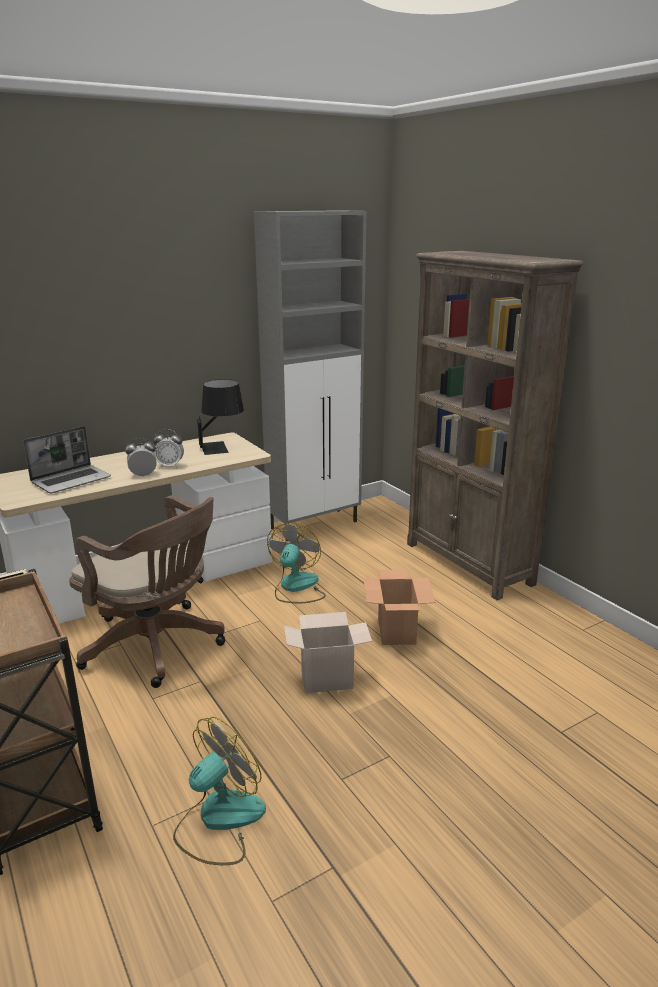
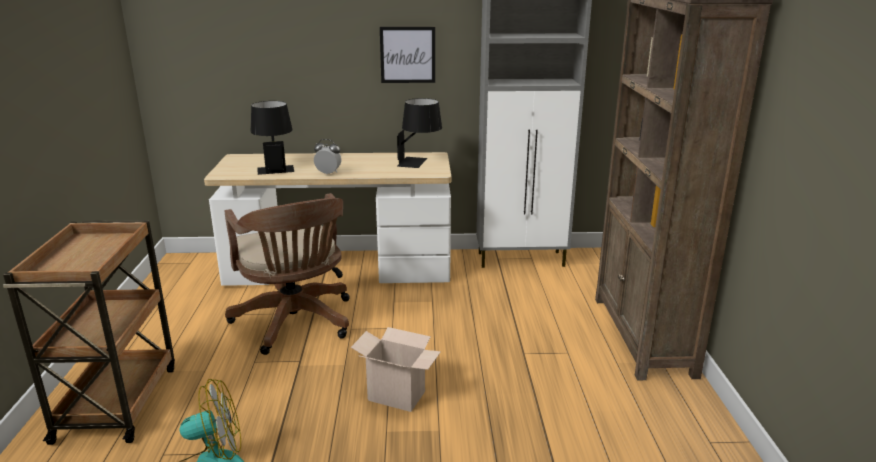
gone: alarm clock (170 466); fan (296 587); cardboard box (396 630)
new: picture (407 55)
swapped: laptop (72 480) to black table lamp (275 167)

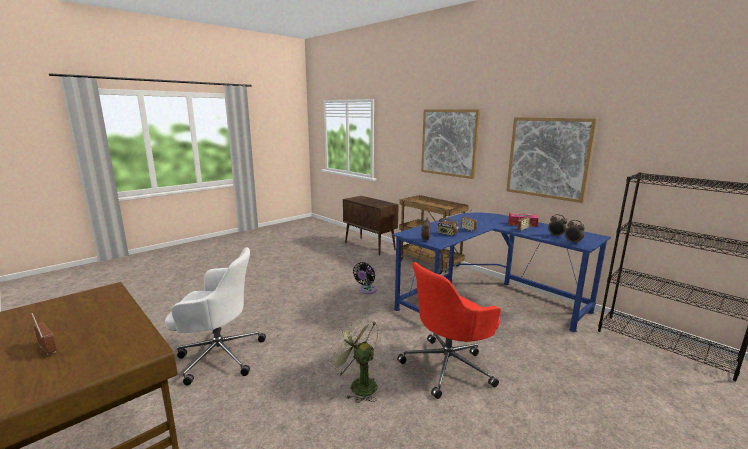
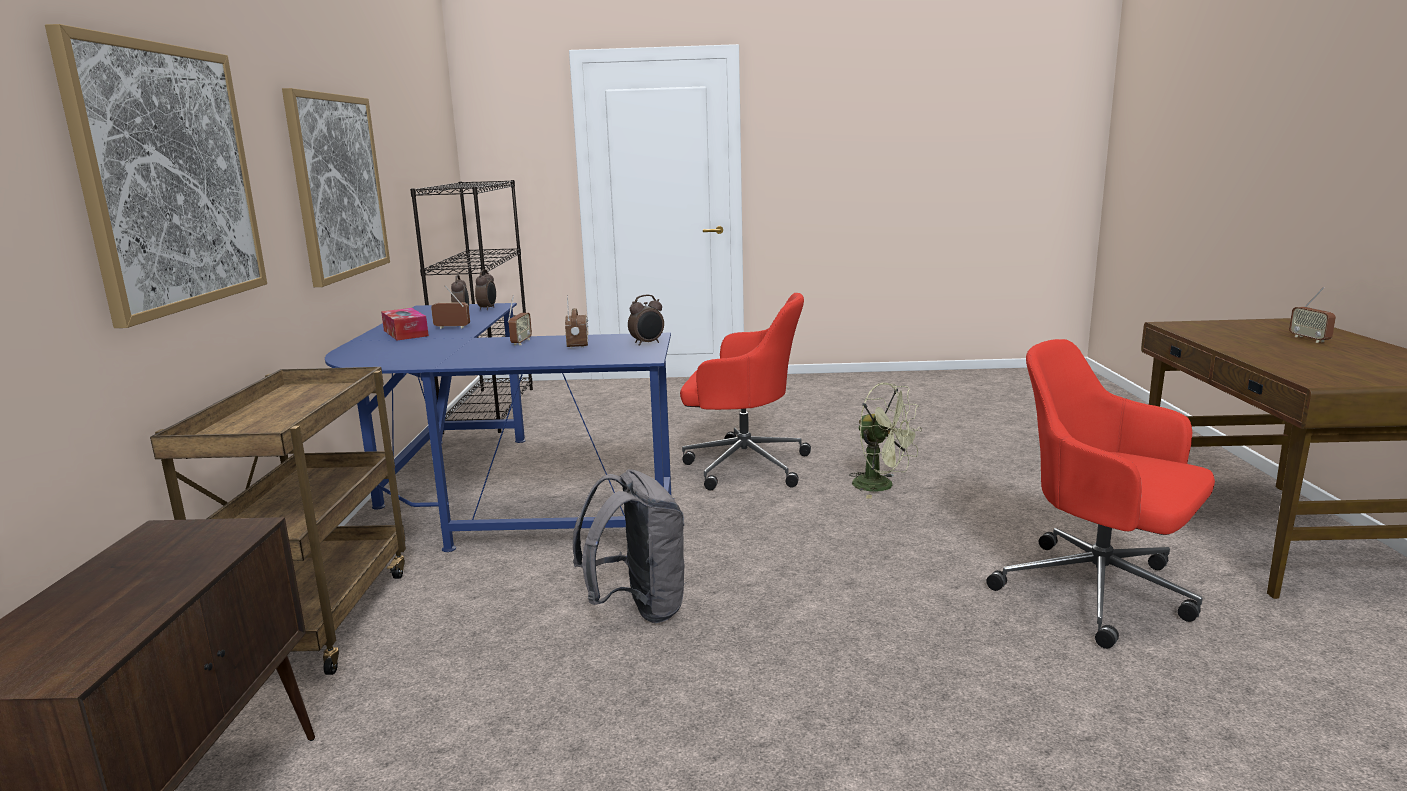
swapped: black fan (366 291) to grey backpack (638 608)
repainted: white office chair (218 355) to red office chair (1099 592)
rotated: green fan (358 385) = (882 486) 45 degrees counterclockwise

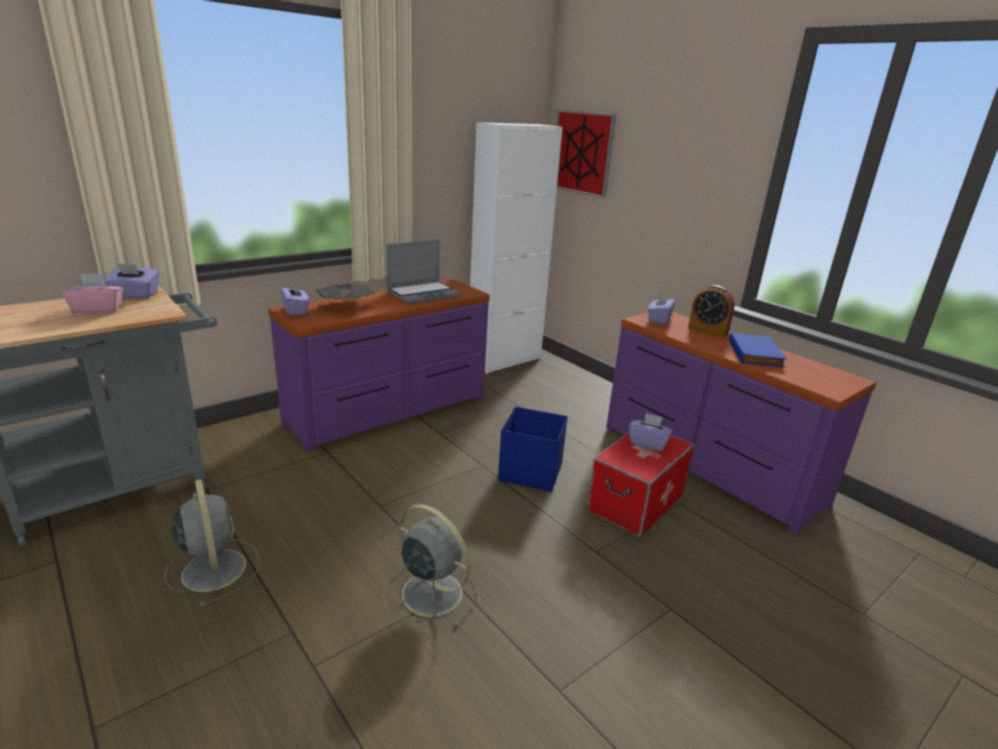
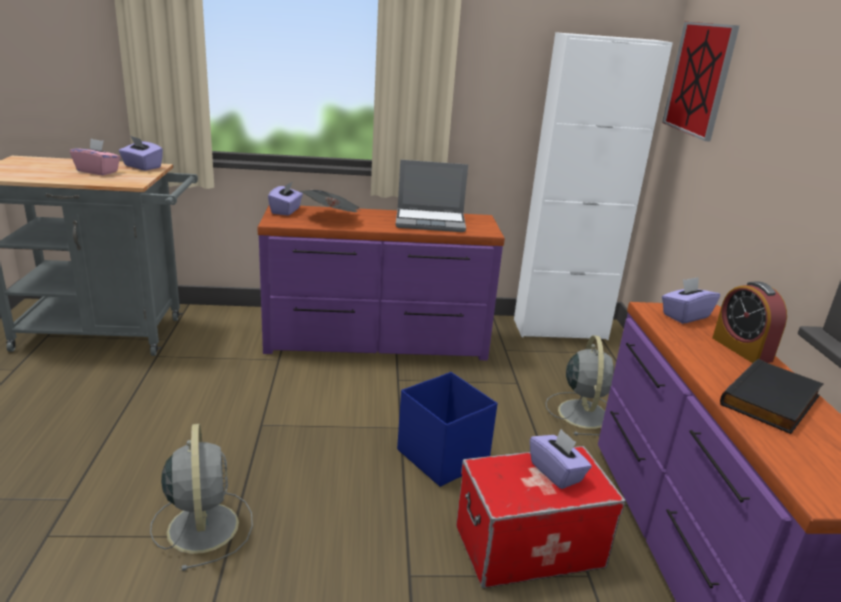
shifted: grey fan (213 568) to (582 412)
repainted: blue book (756 354) to black book (772 401)

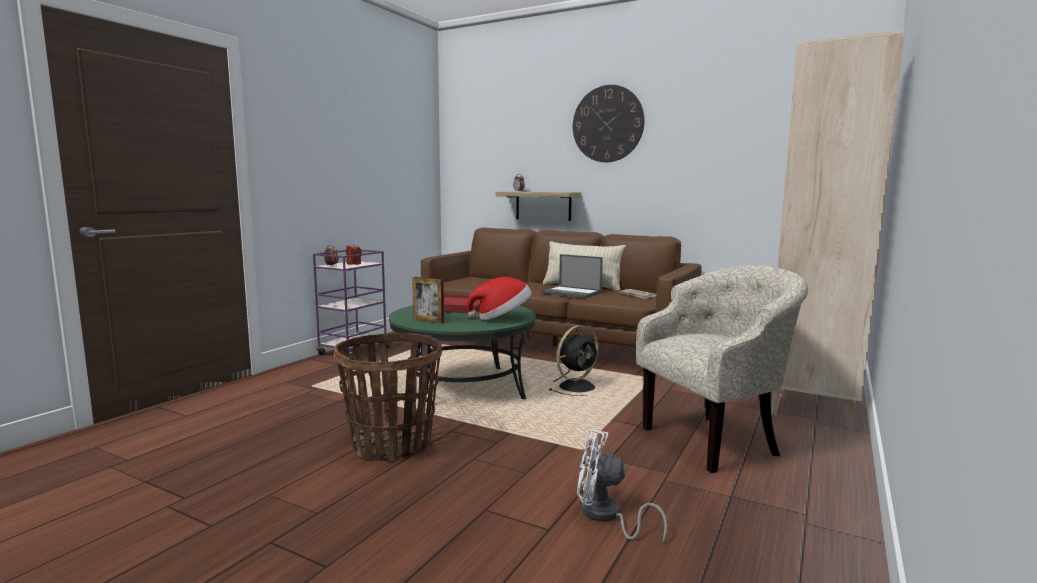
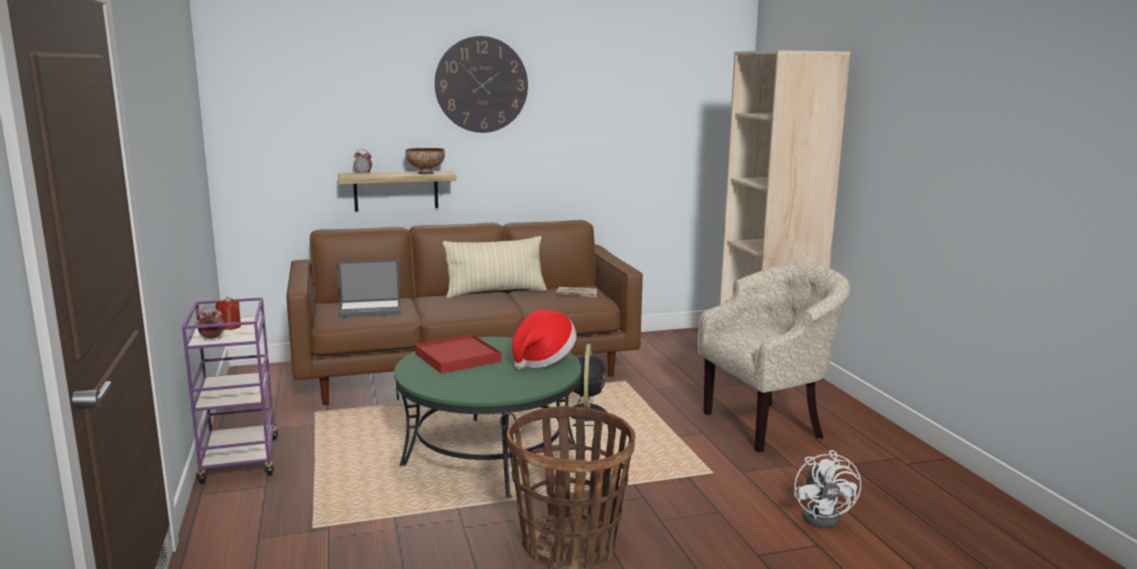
gone: picture frame (428 321)
new: bowl (425 173)
shifted: laptop (572 293) to (371 309)
rotated: beige armchair (715 440) = (768 424) 45 degrees clockwise; white fan (606 516) = (825 516) 60 degrees counterclockwise

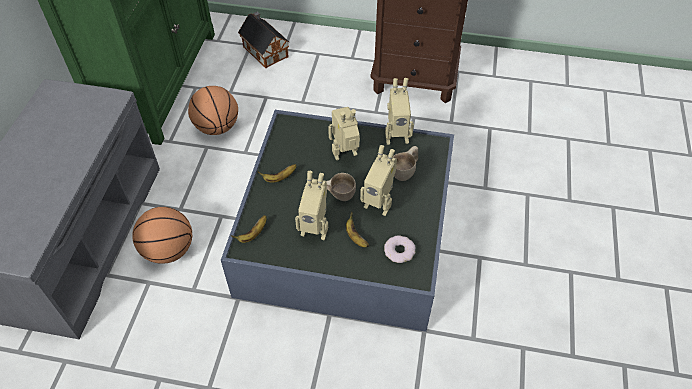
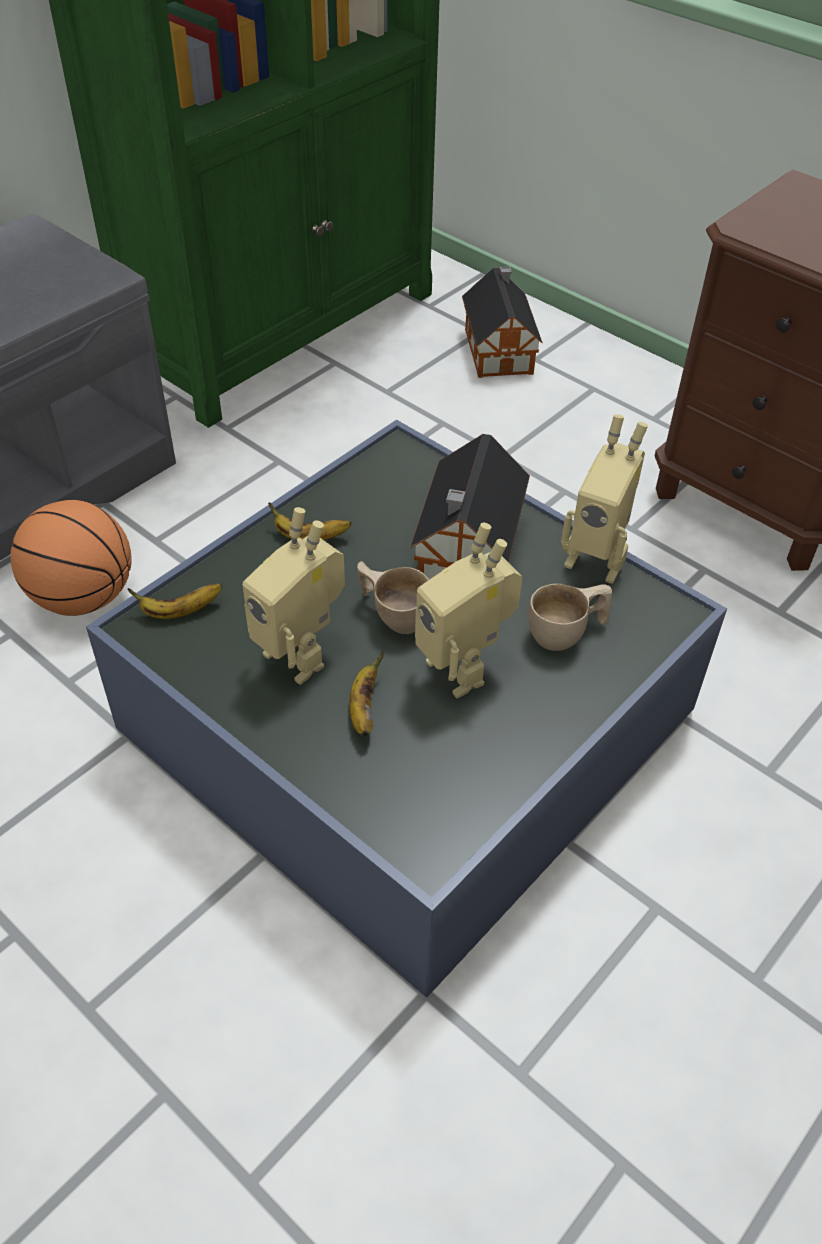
gone: basketball (217 127); donut (399 251)
swapped: toy robot (346 156) to toy house (466 553)

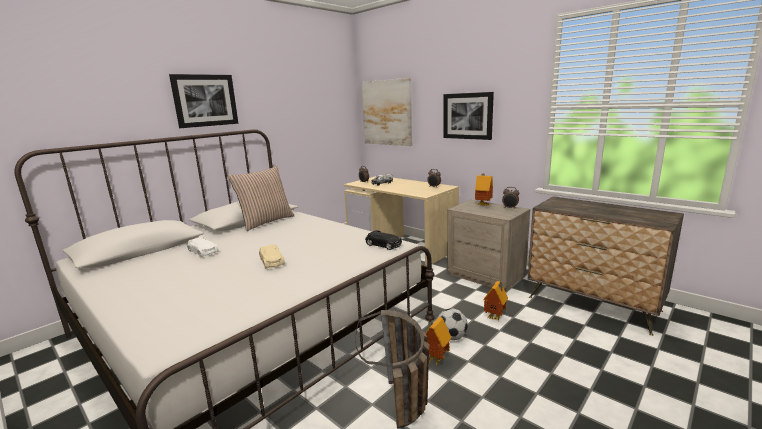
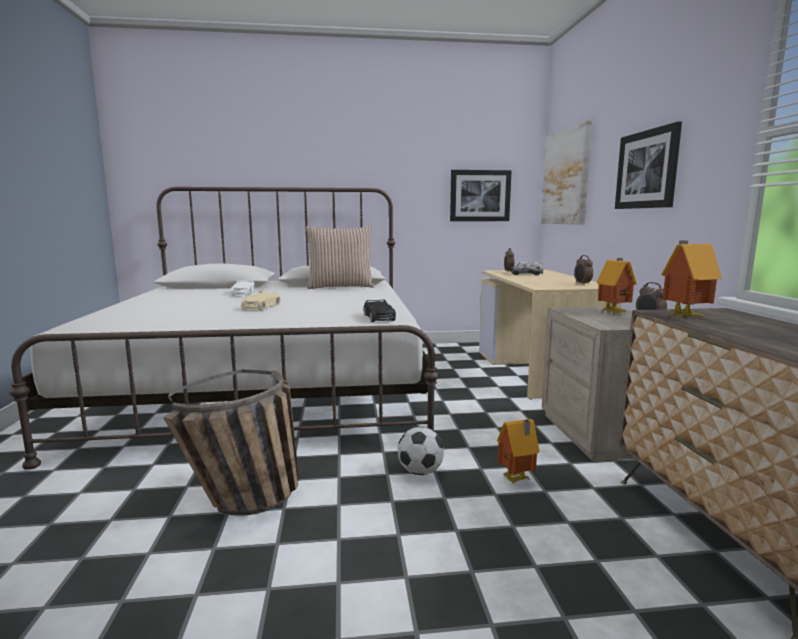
shifted: picture (205 100) to (480 196); toy house (435 359) to (683 317)

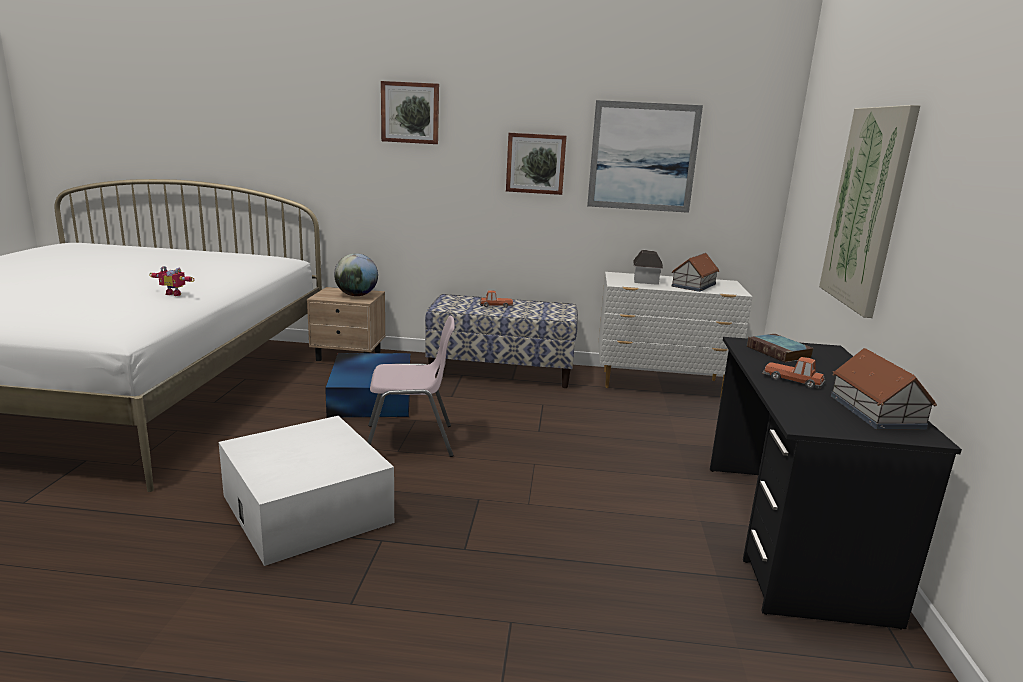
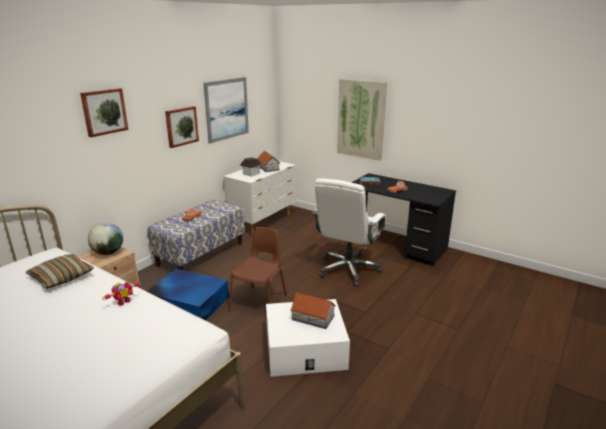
new: white office chair (348 269); pillow (61 277)
shifted: toy house (876 412) to (313 318)
repainted: pink chair (410 441) to brown chair (259 302)

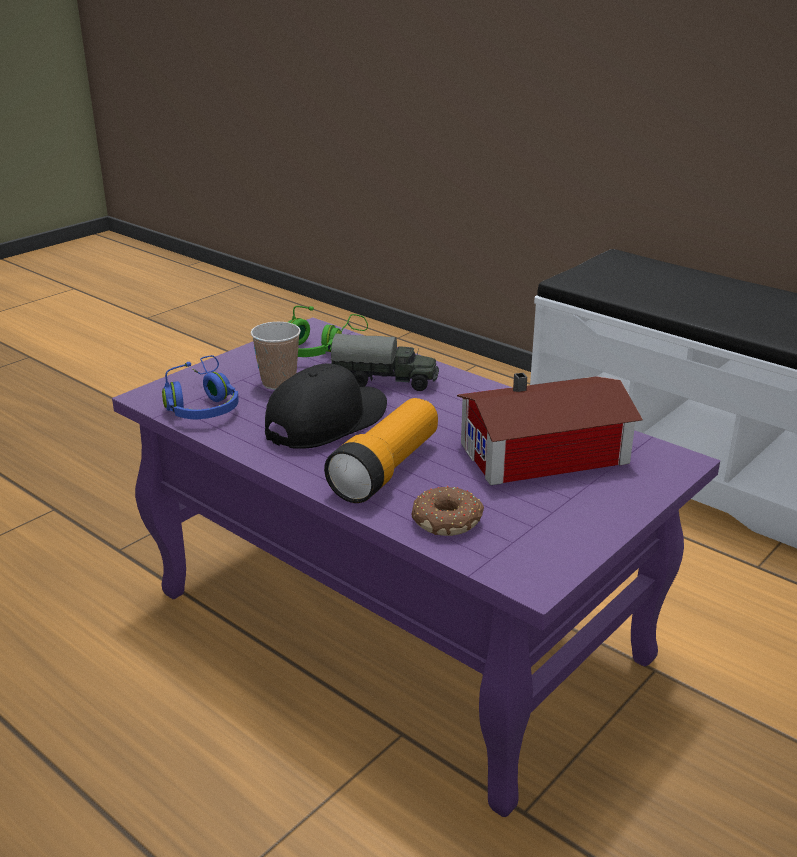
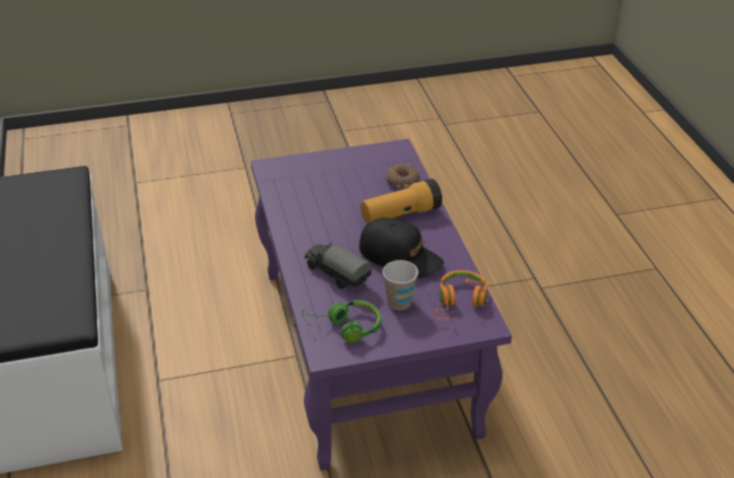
gone: toy house (549 454)
repainted: blue headphones (202 405) to orange headphones (459 302)
rotated: black cap (327 422) = (400 257) 135 degrees counterclockwise

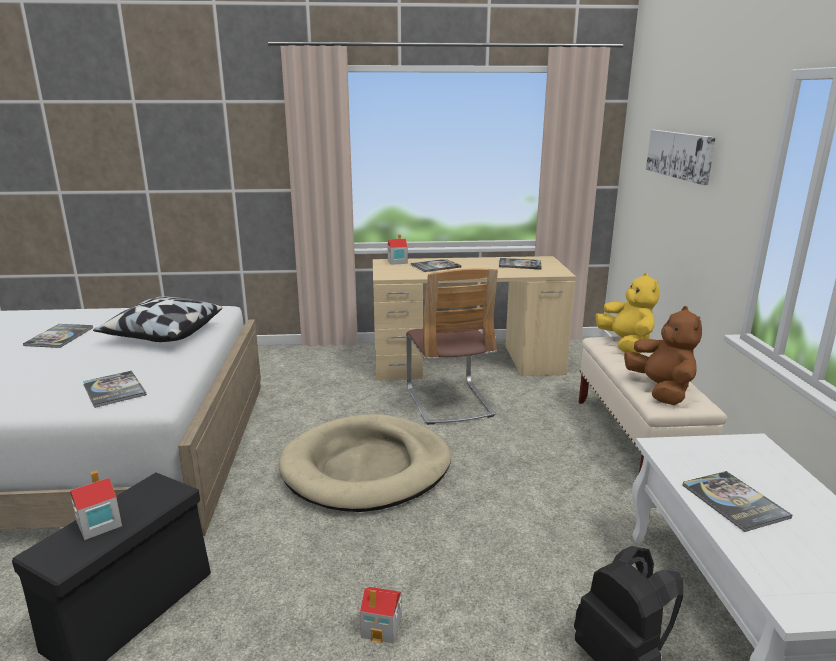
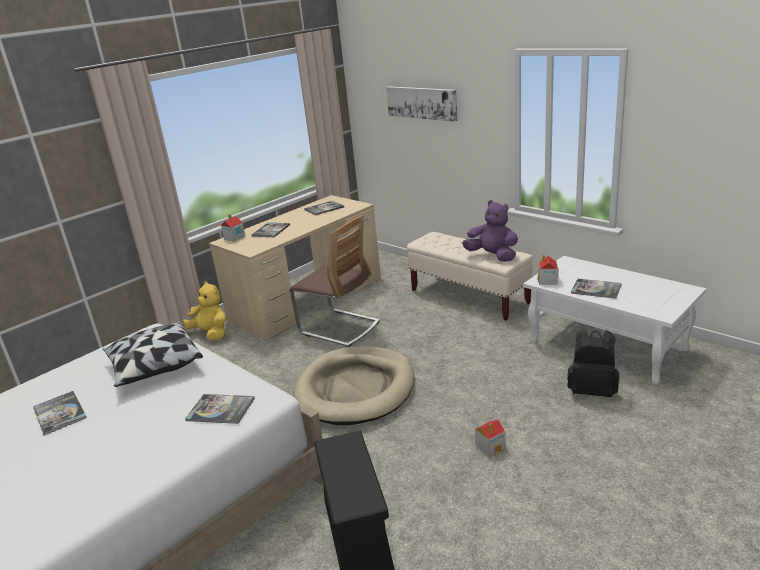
shifted: yellow plush toy (626 345) to (210 333); toy house (98 524) to (547 281)
repainted: brown plush toy (661 391) to purple plush toy (492 256)

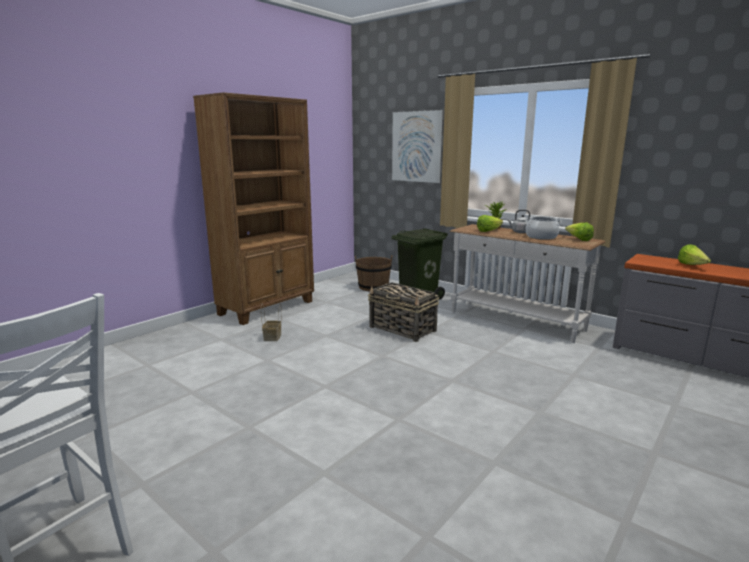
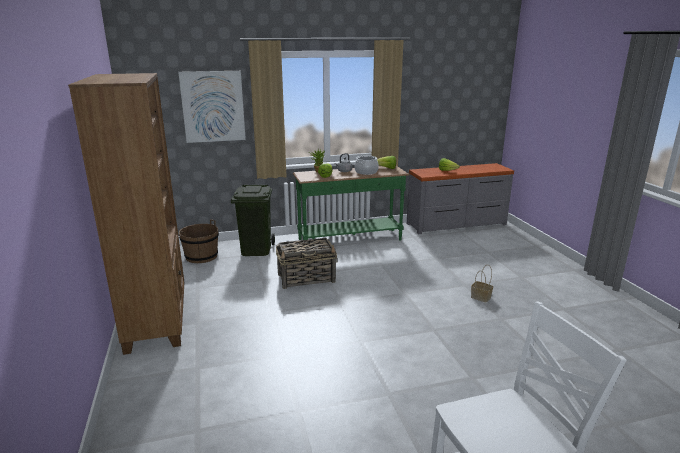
shifted: basket (272 337) to (481 297)
repainted: white console table (515 321) to green console table (350 240)

